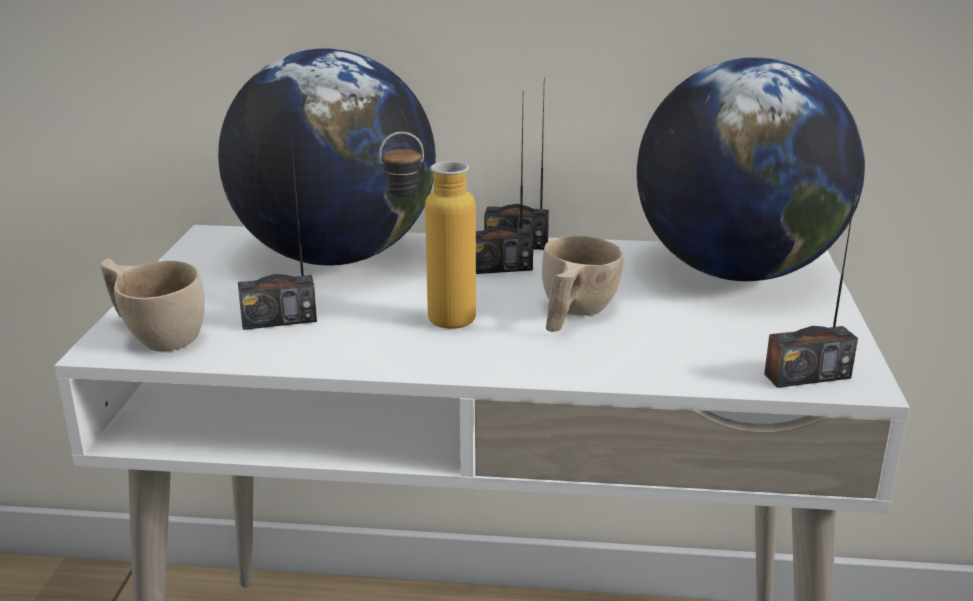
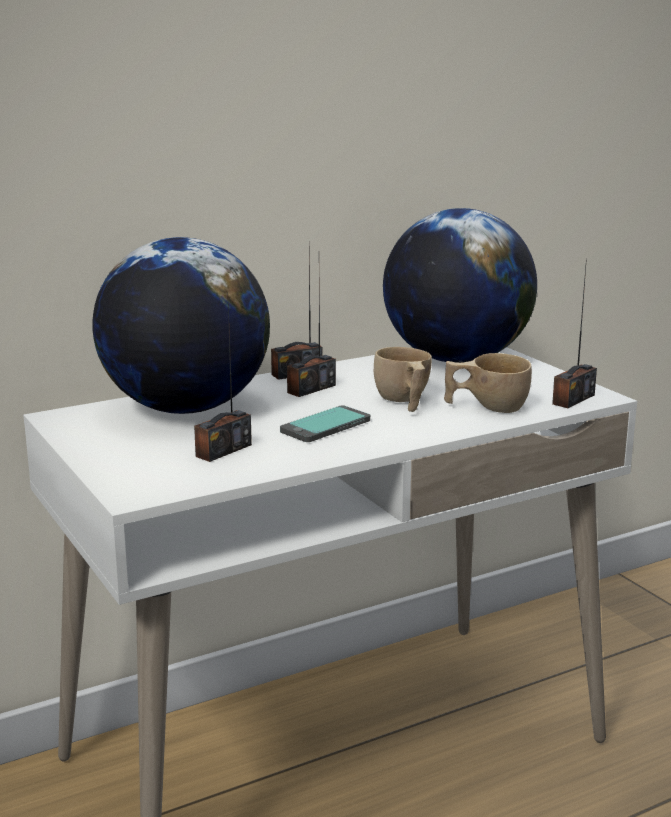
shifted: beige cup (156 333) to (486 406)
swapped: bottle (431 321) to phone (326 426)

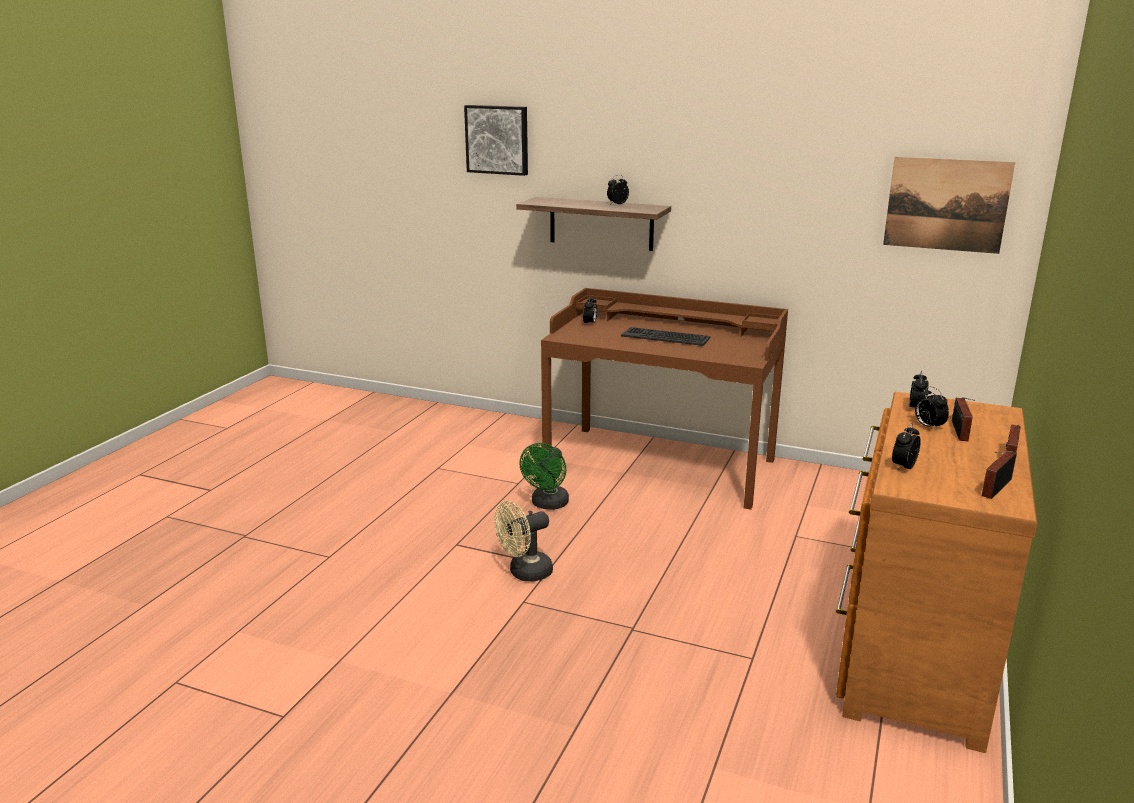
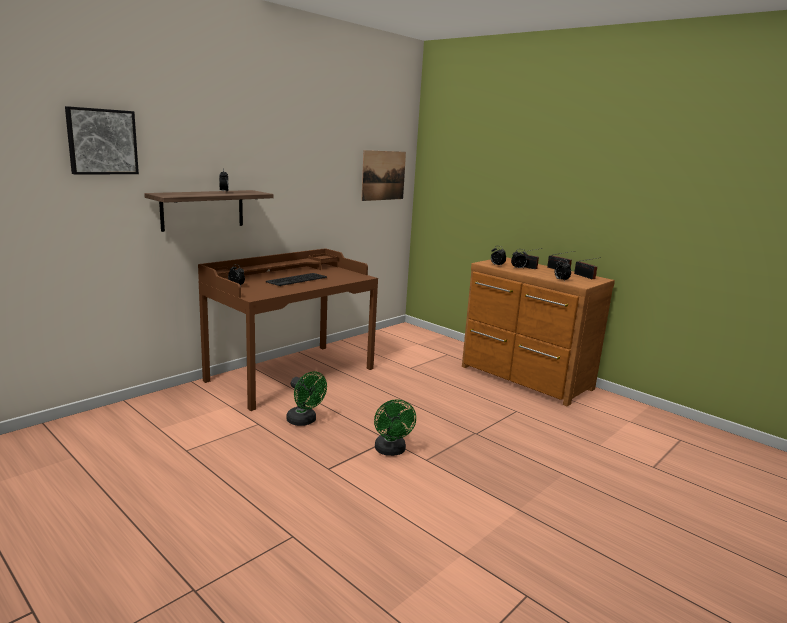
repainted: beige fan (524 573) to green fan (391 451)

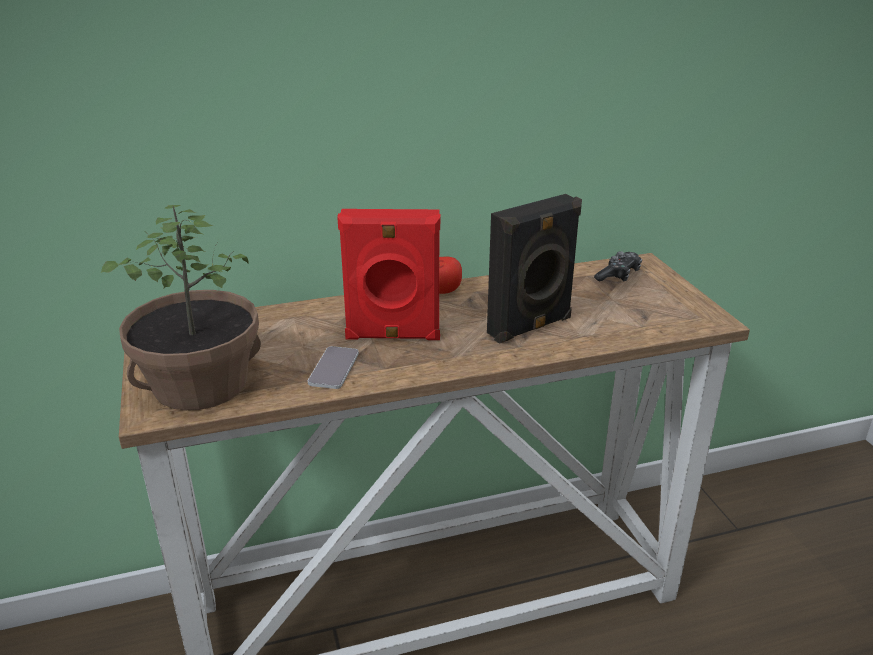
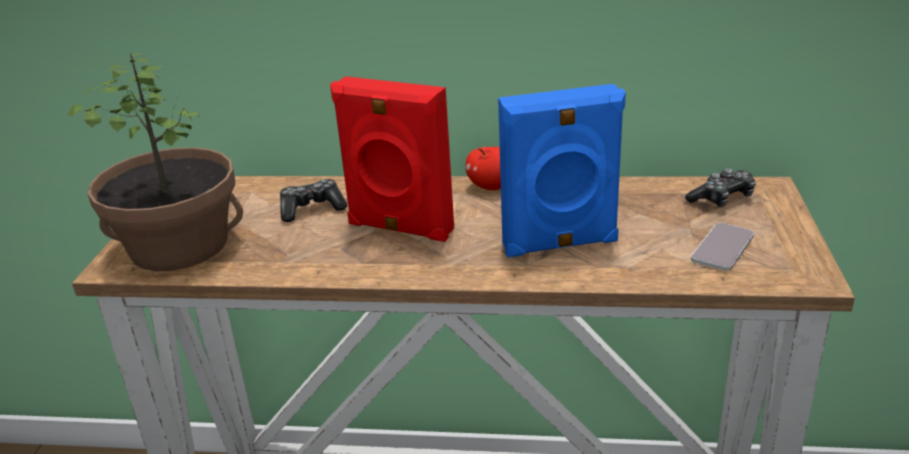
new: game controller (312 209)
shifted: phone (334 368) to (722 248)
repainted: black speaker (531 327) to blue speaker (560 244)

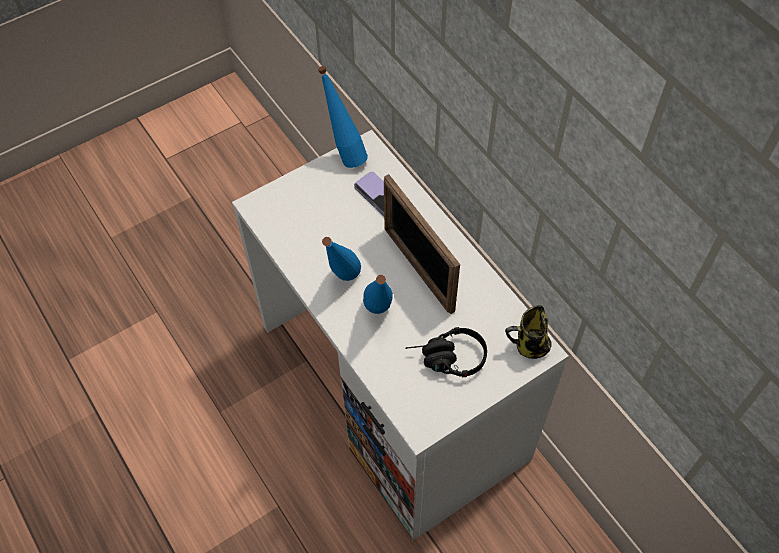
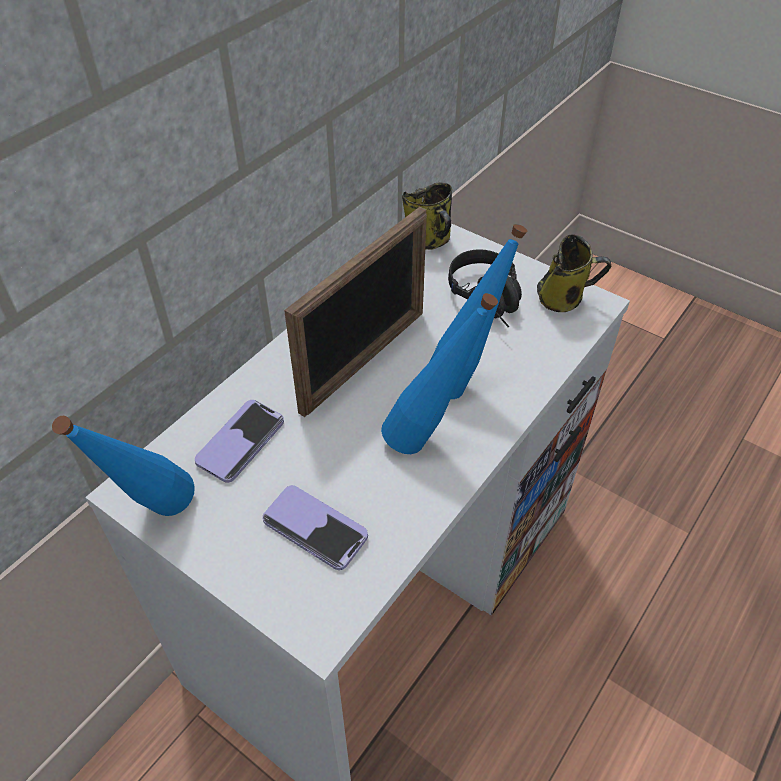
new: mug (563 298); phone (315 529)

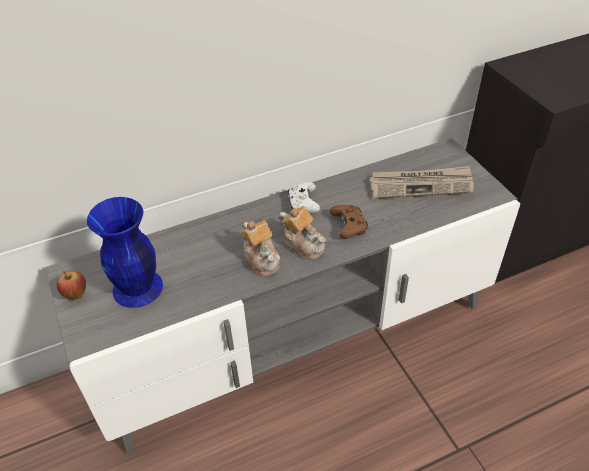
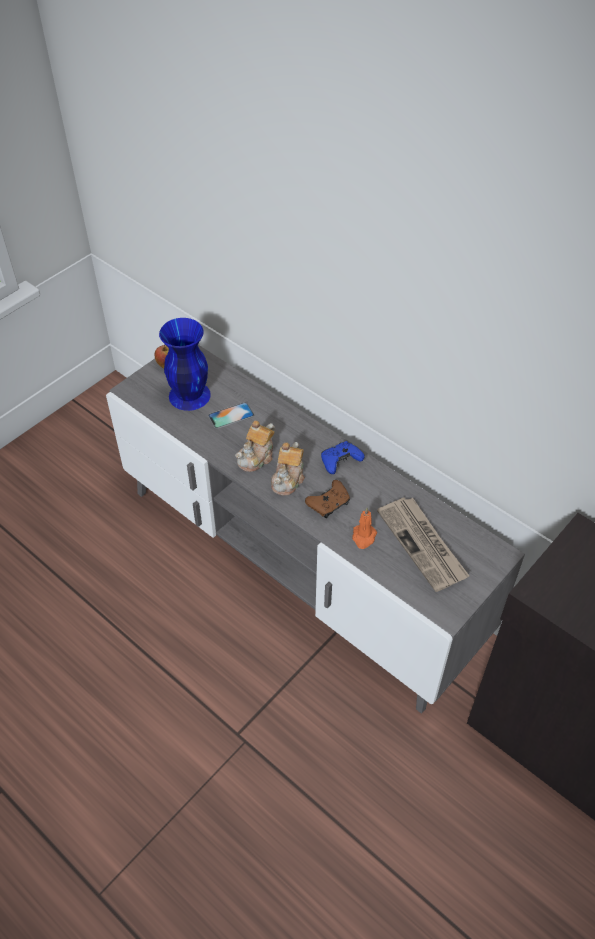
new: phone (231 415); orange candle (363 537)
repainted: white game controller (303 204) to blue game controller (340 461)

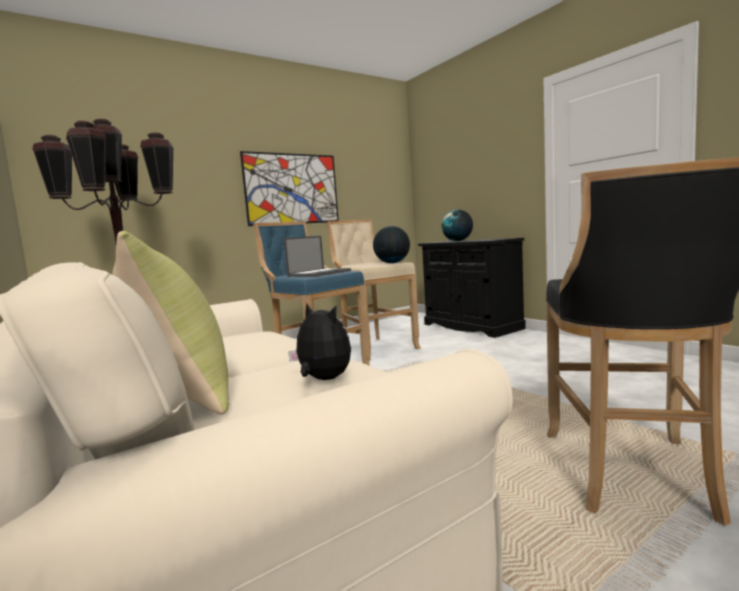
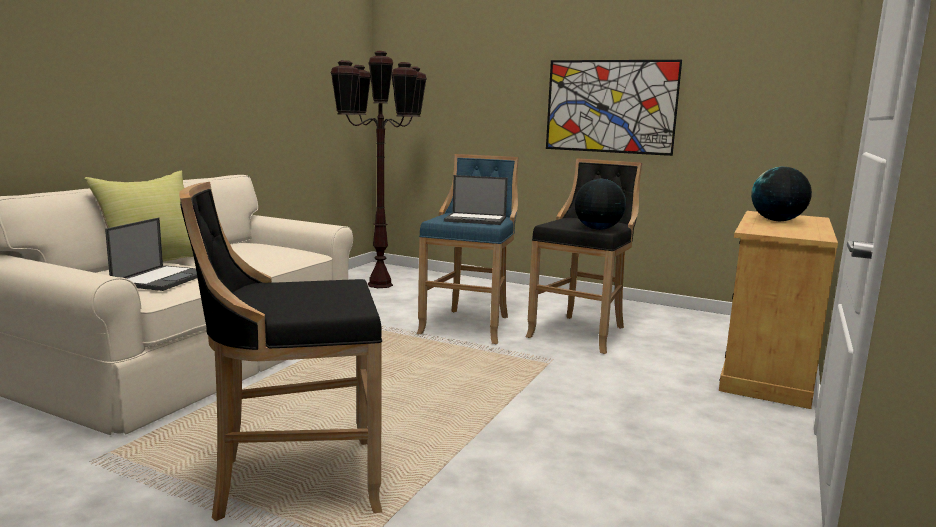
swapped: plush toy (322 380) to laptop (162 278)
repainted: beige stool (374 348) to black stool (581 332); black cabinet (471 326) to beige cabinet (766 370)

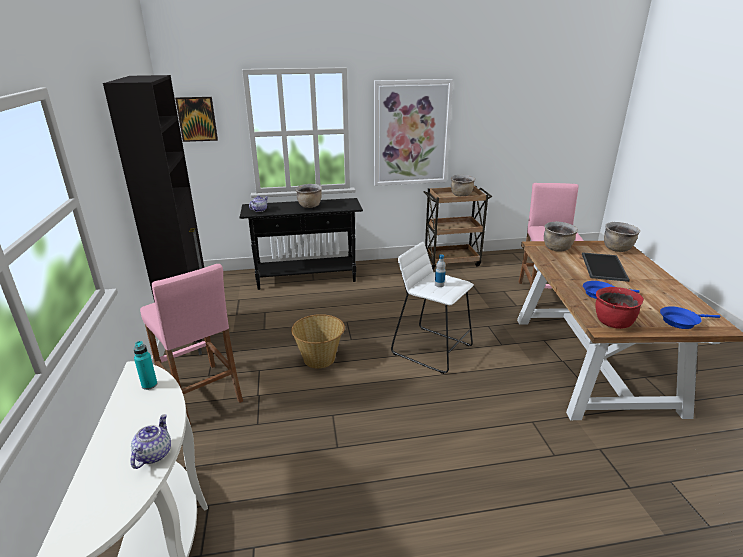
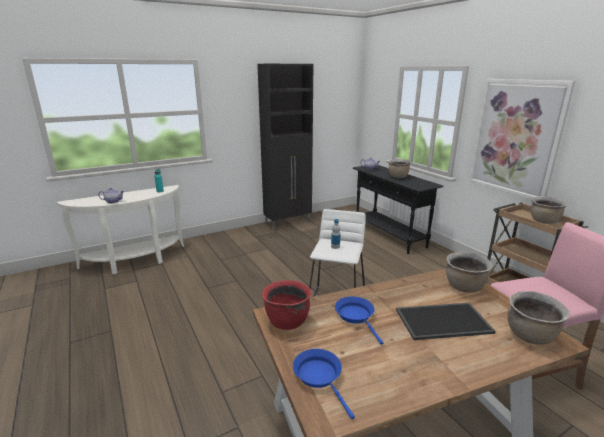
gone: picture (197 119); pink stool (201 394); basket (320 359)

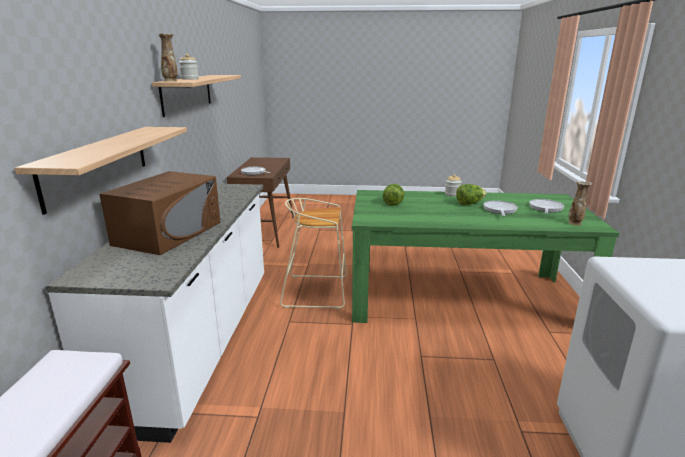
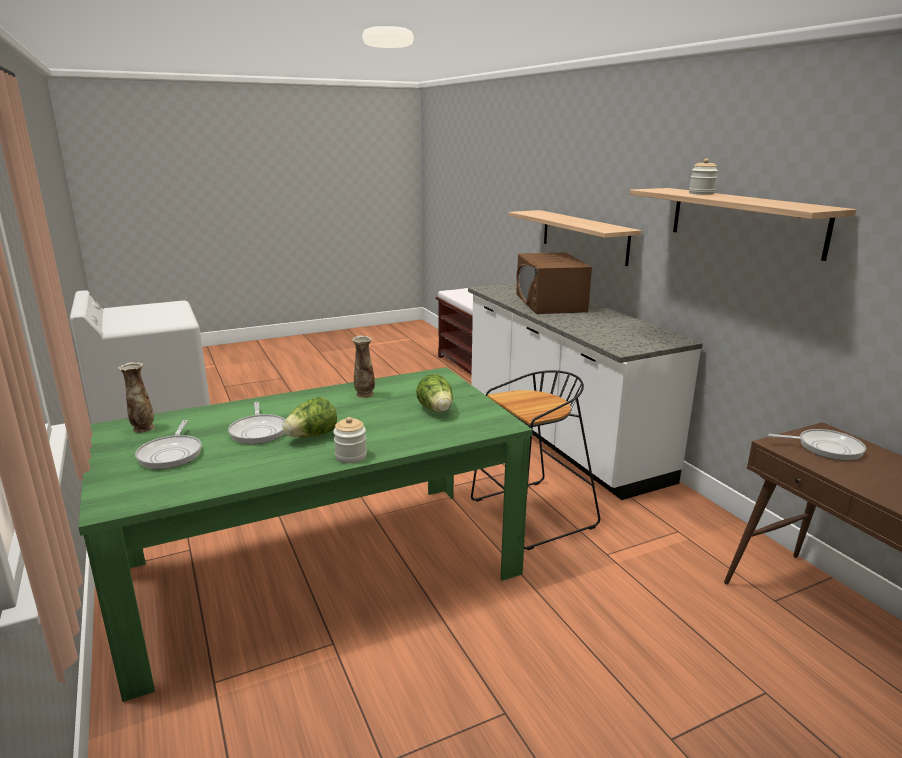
shifted: vase (171 81) to (364 394)
repainted: beige stool (317 291) to black stool (531 515)

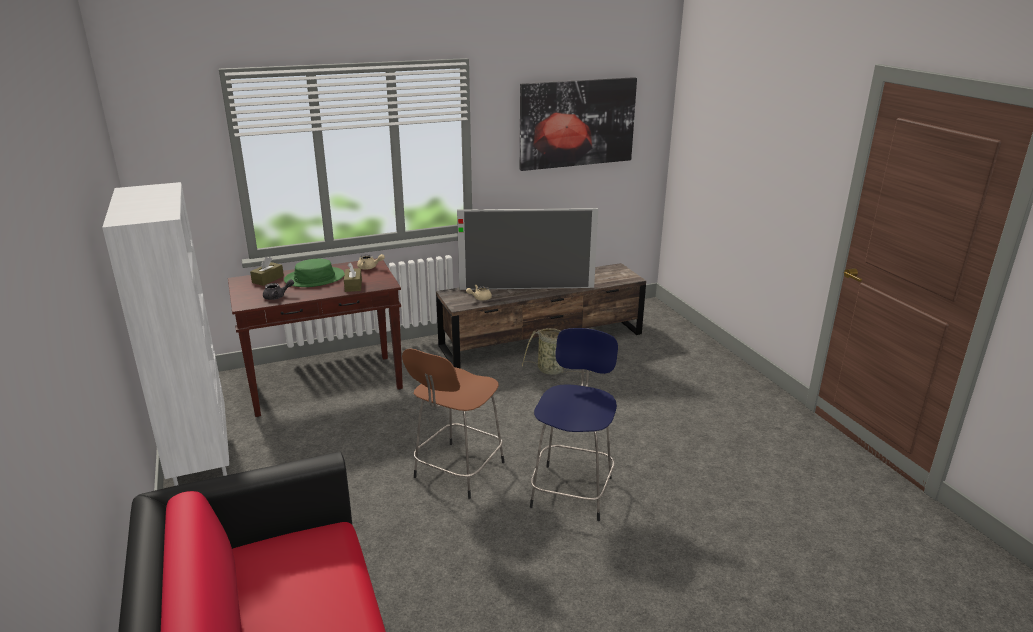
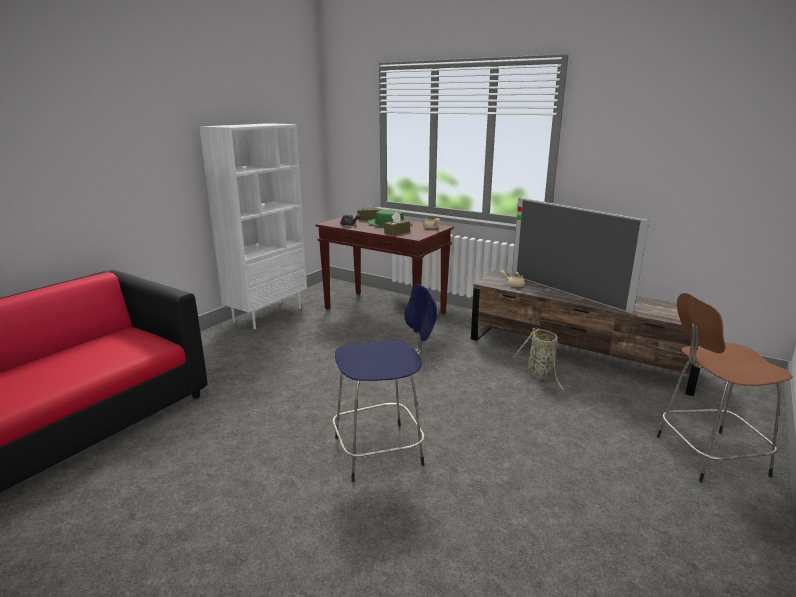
gone: picture (577 123)
shifted: brown stool (457 471) to (707 455)

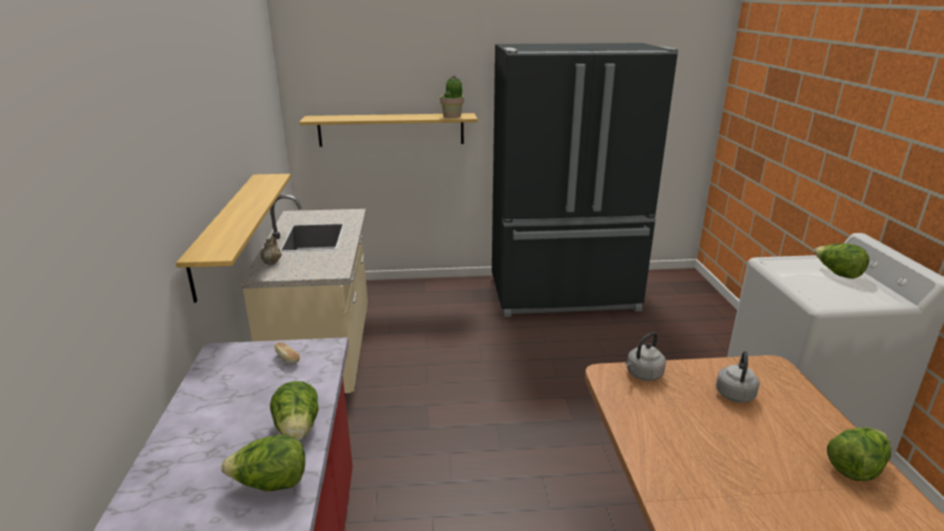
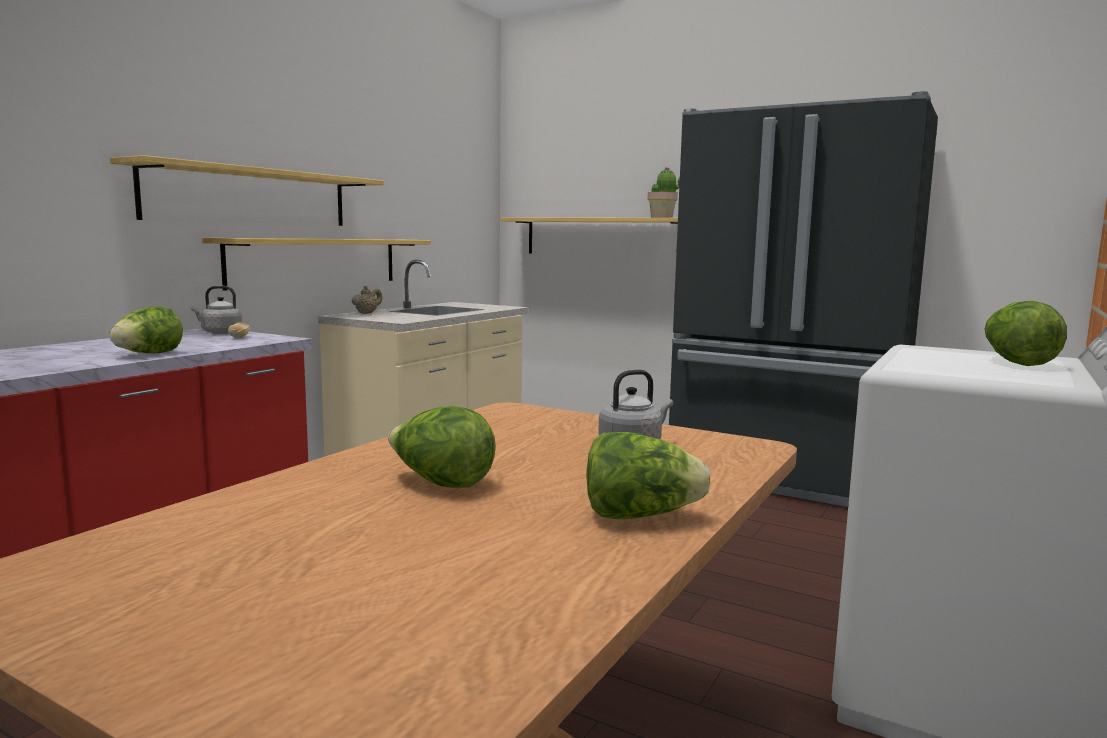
new: shelf (251 197)
shifted: grey kettle (643 374) to (219 332); lettuce (270 484) to (441 483)

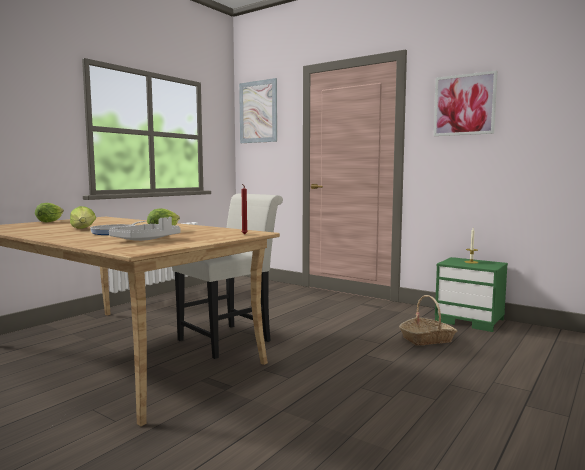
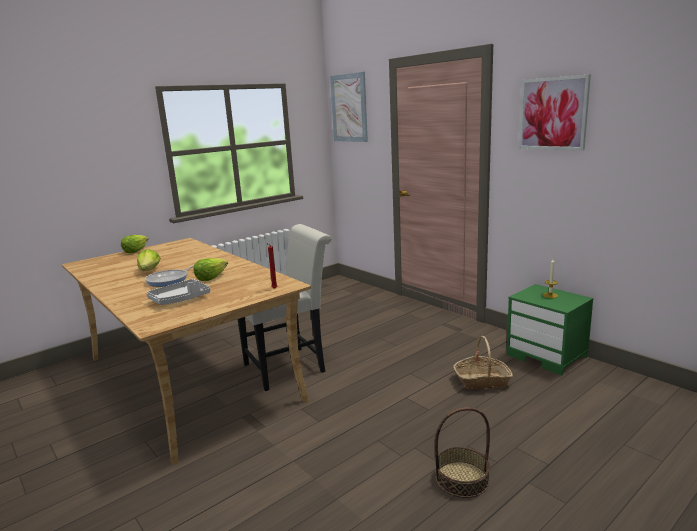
new: basket (462 479)

